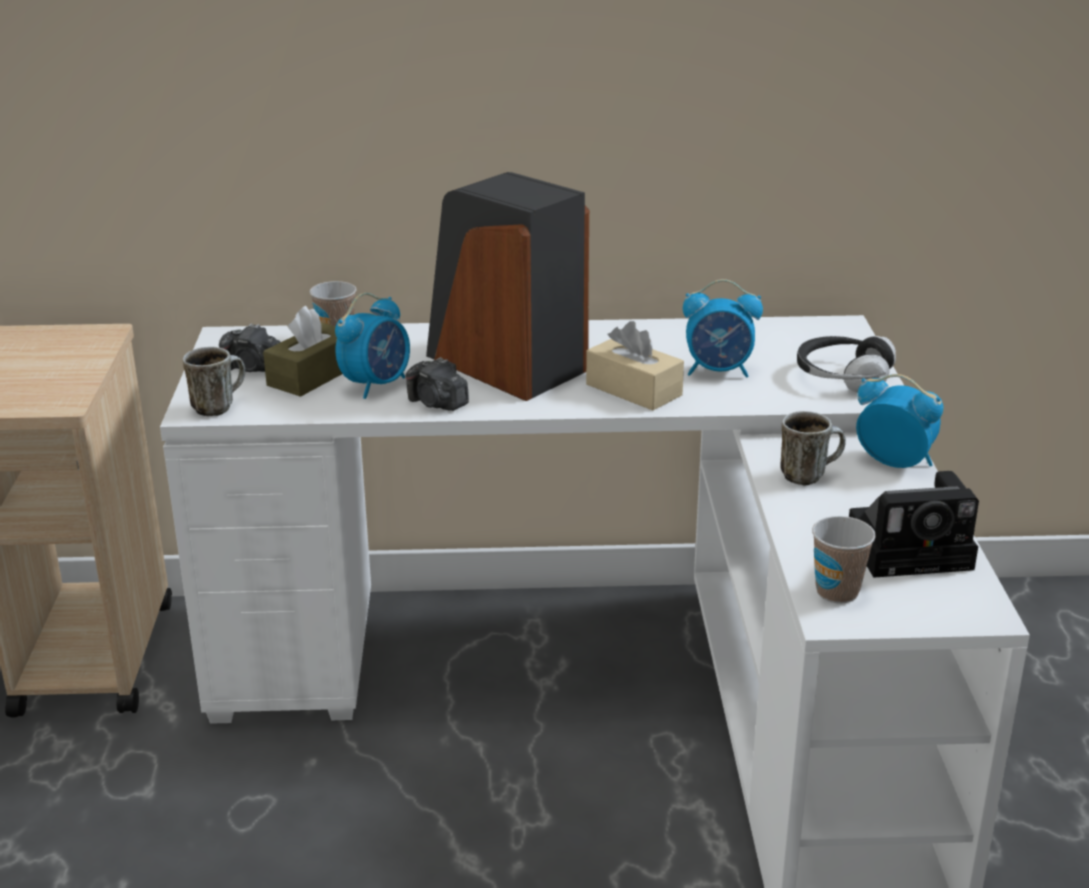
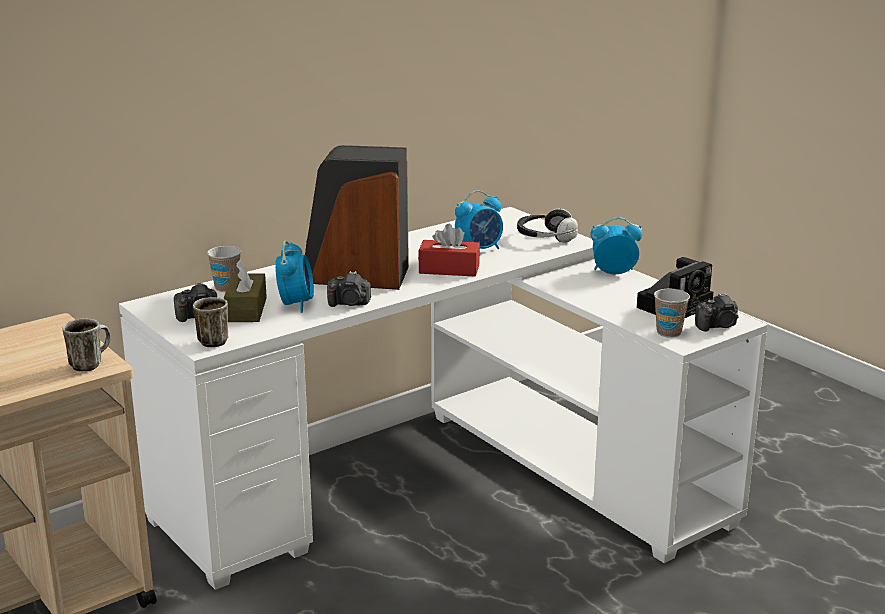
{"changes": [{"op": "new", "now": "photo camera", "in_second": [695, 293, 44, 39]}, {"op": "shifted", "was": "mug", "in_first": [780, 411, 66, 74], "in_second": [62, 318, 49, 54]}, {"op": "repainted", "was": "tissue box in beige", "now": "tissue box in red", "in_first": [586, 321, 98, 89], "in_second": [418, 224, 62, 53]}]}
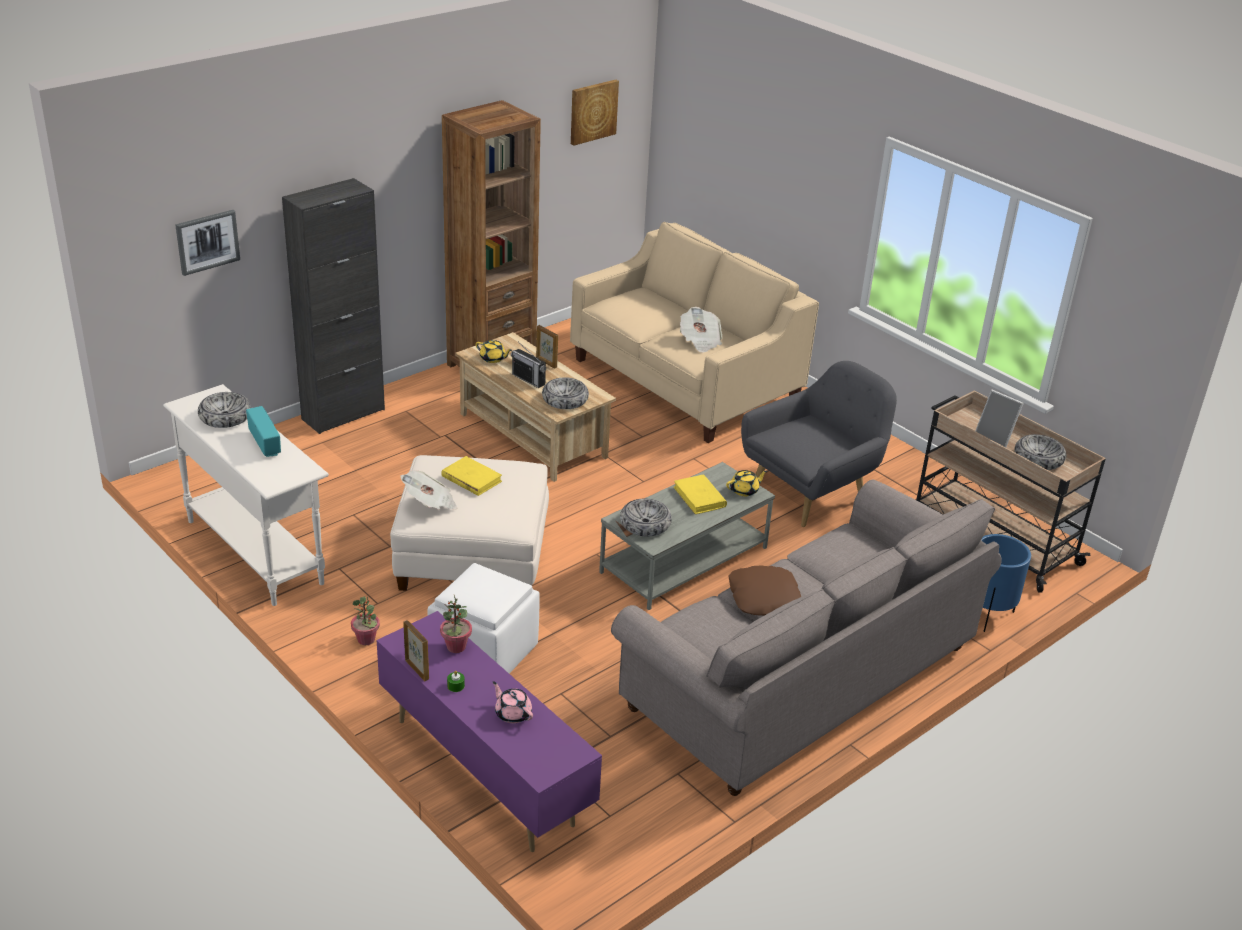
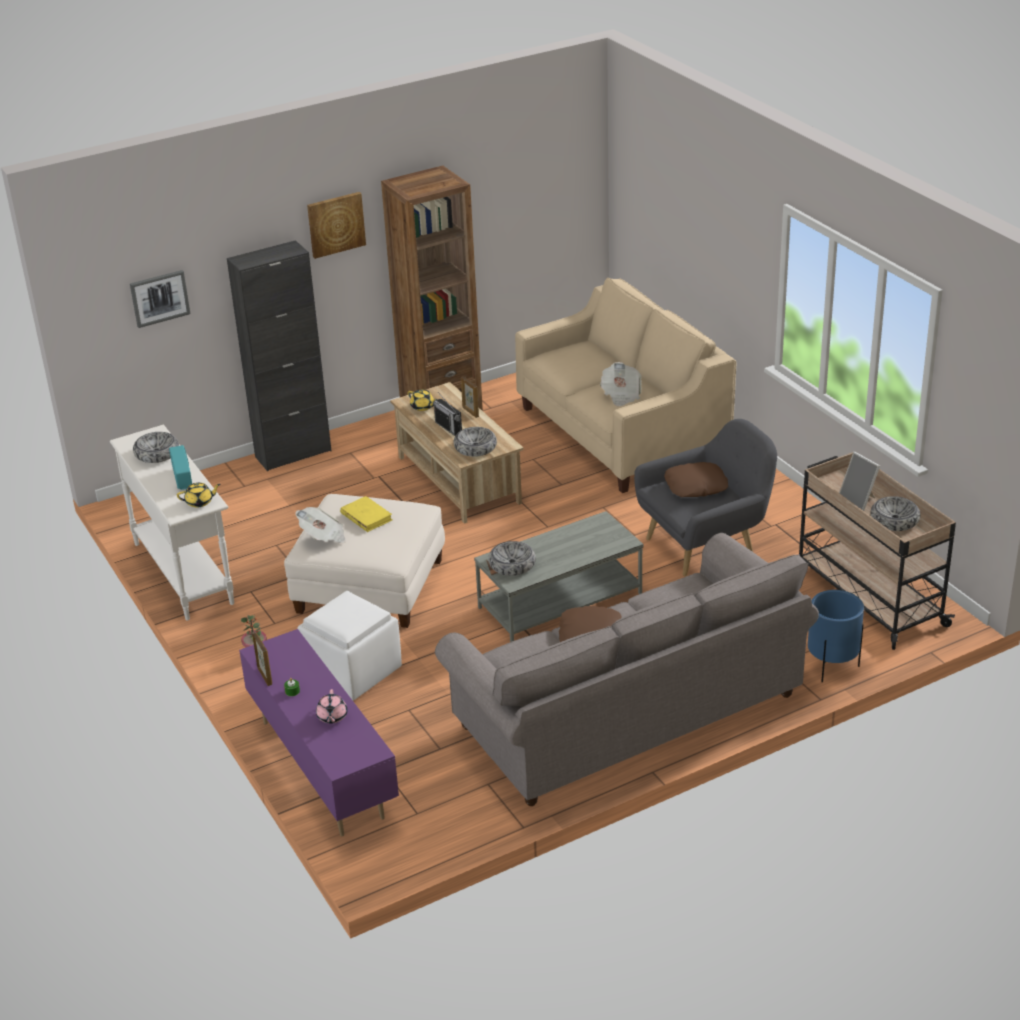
{"changes": [{"op": "gone", "was": "potted plant", "in_first": [440, 595, 32, 58]}, {"op": "gone", "was": "book in yellow", "in_first": [673, 474, 54, 40]}, {"op": "new", "now": "pillow in brown", "in_second": [664, 462, 64, 35]}, {"op": "shifted", "was": "picture", "in_first": [571, 80, 48, 66], "in_second": [307, 192, 59, 67]}, {"op": "shifted", "was": "teapot in yellow", "in_first": [726, 470, 41, 26], "in_second": [177, 483, 44, 24]}, {"op": "rotated", "was": "teapot in pink", "in_first": [493, 681, 40, 42], "in_second": [316, 689, 31, 35], "clockwise": -150}]}
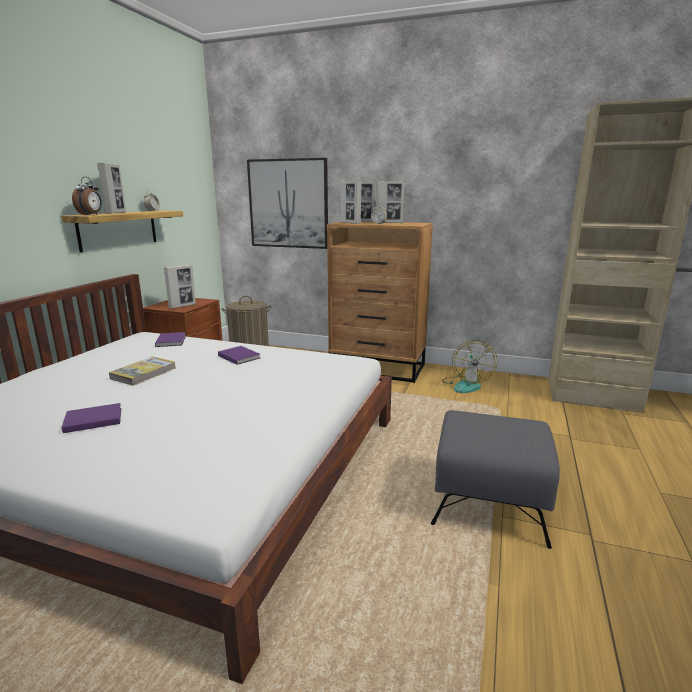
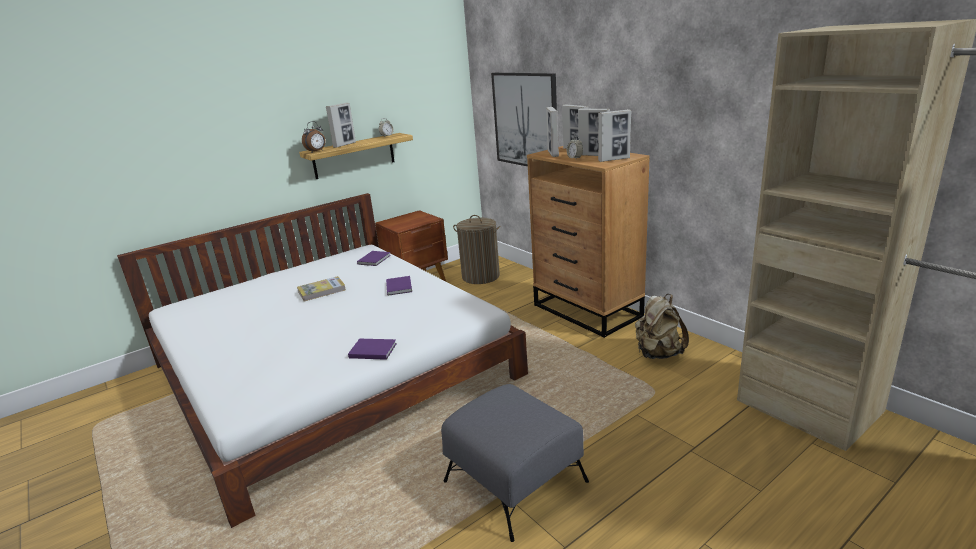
{"changes": [{"op": "shifted", "was": "book in purple", "in_first": [61, 403, 60, 30], "in_second": [348, 339, 49, 21]}, {"op": "shifted", "was": "picture frame", "in_first": [164, 265, 32, 44], "in_second": [598, 109, 33, 53]}, {"op": "swapped", "was": "fan", "now": "backpack in beige", "in_first": [442, 340, 56, 53], "in_second": [635, 294, 54, 65]}]}
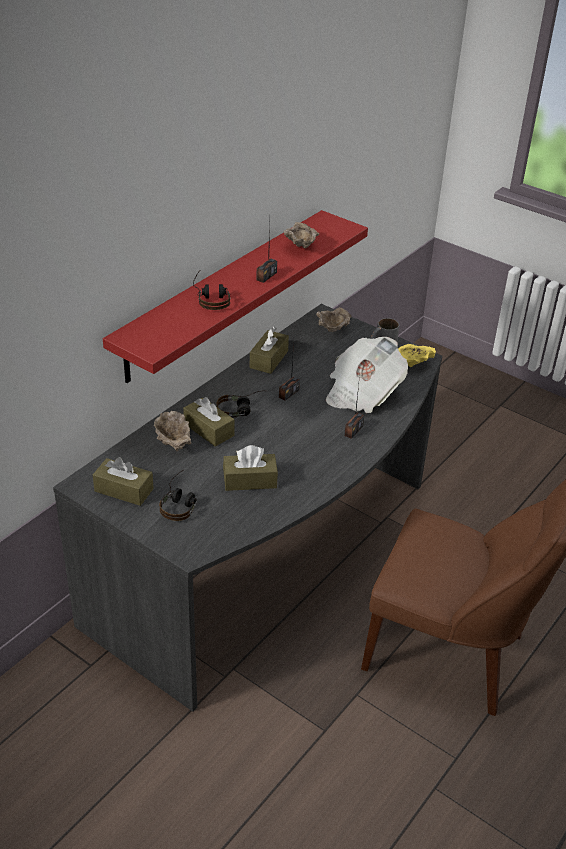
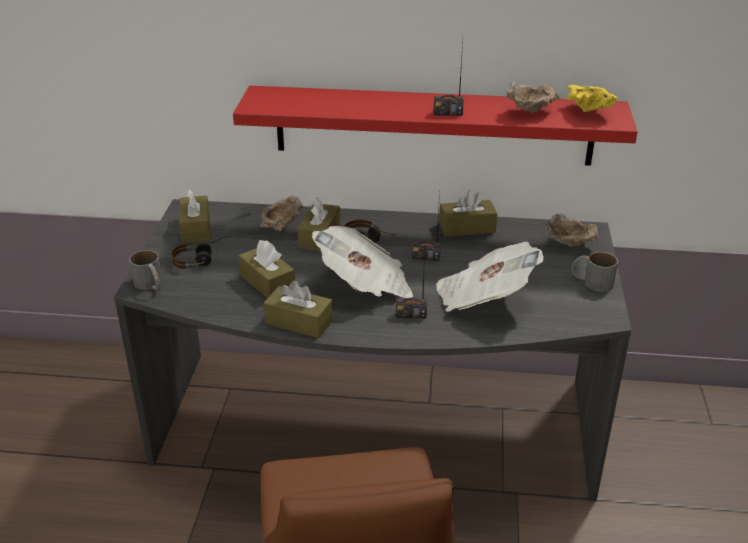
{"changes": [{"op": "gone", "was": "headphones", "in_first": [193, 271, 38, 39]}, {"op": "new", "now": "mug in grey", "in_second": [129, 250, 34, 41]}, {"op": "new", "now": "tissue box in brown", "in_second": [264, 281, 69, 57]}, {"op": "new", "now": "newspaper", "in_second": [312, 226, 101, 72]}, {"op": "shifted", "was": "bowl in yellow", "in_first": [398, 344, 38, 23], "in_second": [566, 85, 52, 27]}]}
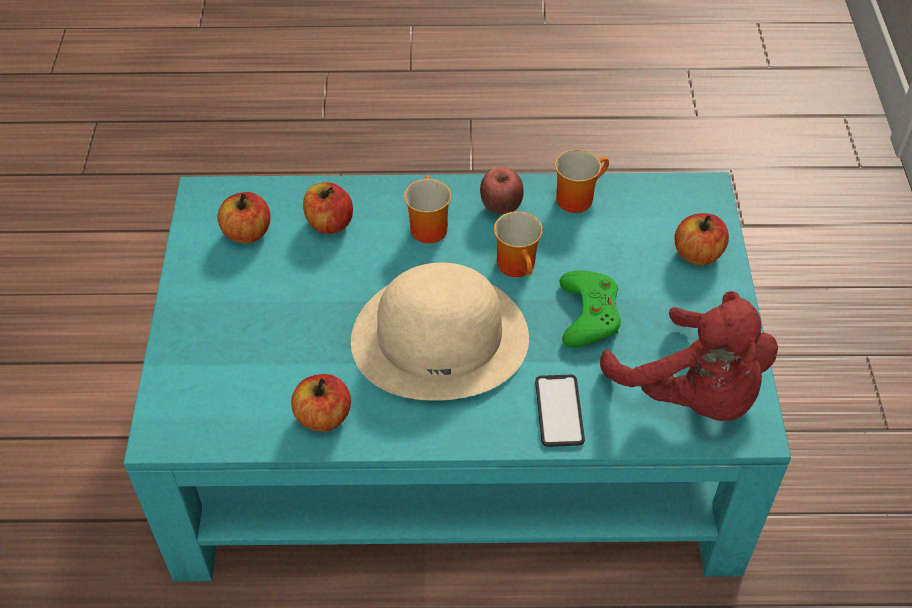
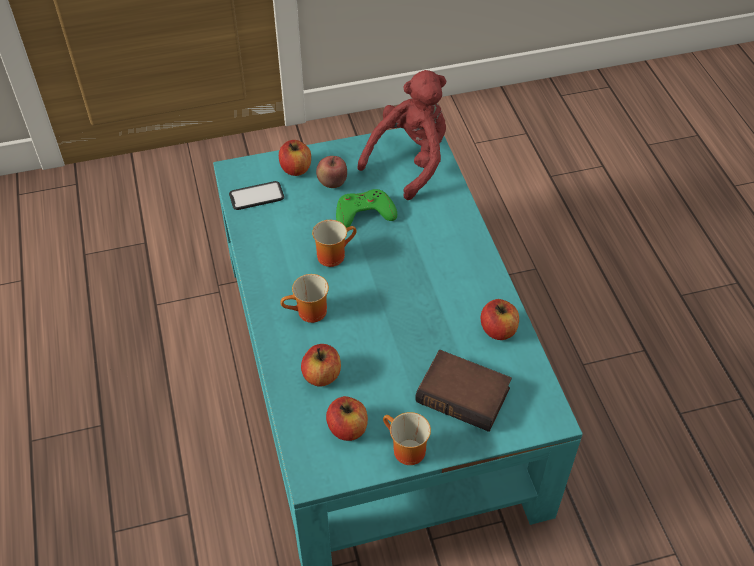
{"changes": [{"op": "gone", "was": "hat in beige", "in_first": [351, 263, 178, 138]}, {"op": "new", "now": "book", "in_second": [415, 350, 97, 82]}, {"op": "shifted", "was": "apple", "in_first": [480, 167, 44, 47], "in_second": [316, 156, 31, 32]}, {"op": "shifted", "was": "phone", "in_first": [535, 375, 50, 72], "in_second": [229, 181, 55, 29]}, {"op": "shifted", "was": "mug", "in_first": [555, 149, 54, 64], "in_second": [383, 412, 48, 53]}]}
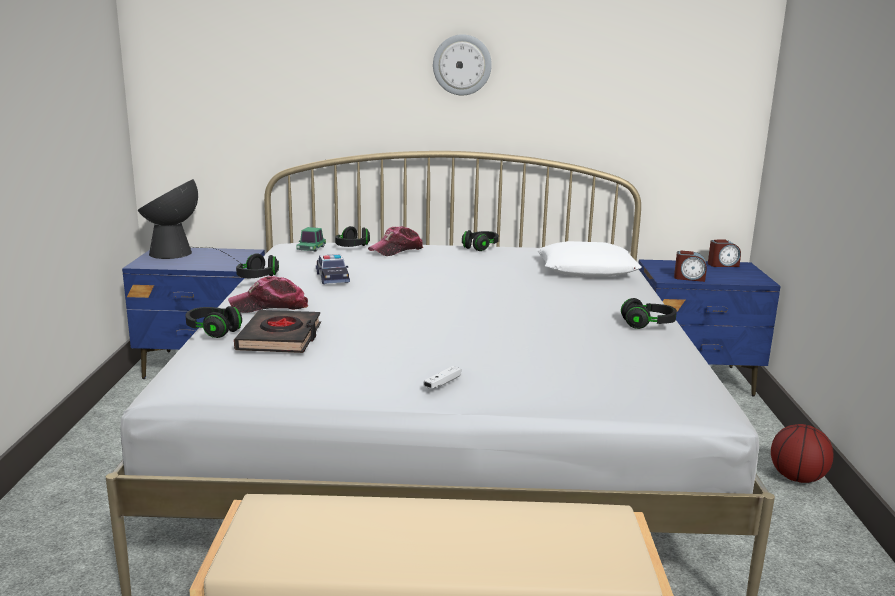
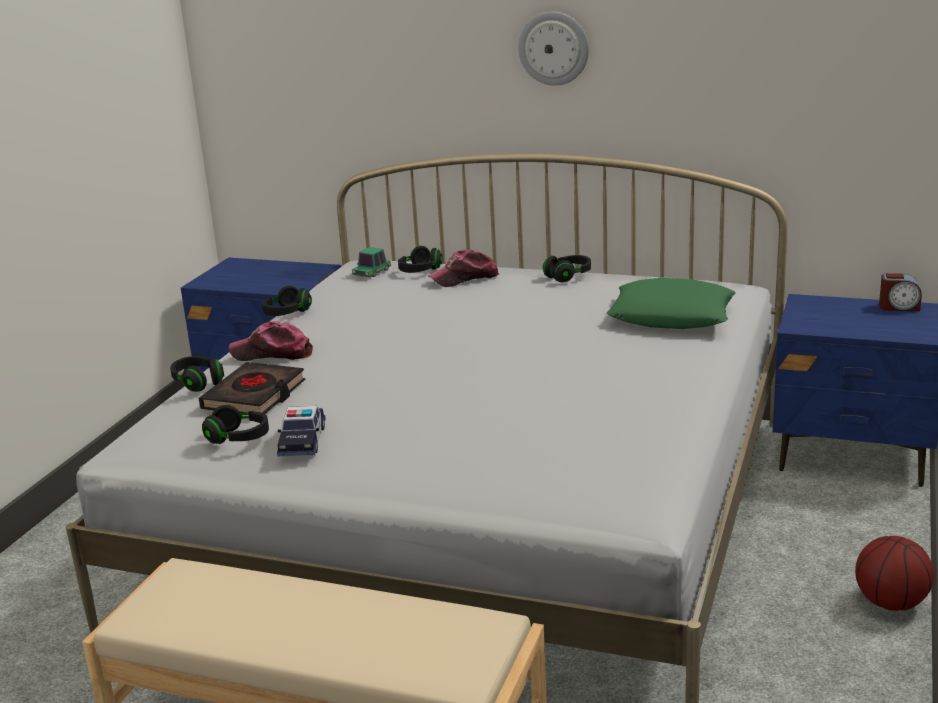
{"changes": [{"op": "gone", "was": "table lamp", "in_first": [137, 179, 103, 84]}, {"op": "gone", "was": "game controller in white", "in_first": [423, 366, 38, 23]}, {"op": "gone", "was": "alarm clock", "in_first": [674, 251, 33, 31]}, {"op": "shifted", "was": "toy car", "in_first": [316, 254, 34, 30], "in_second": [277, 406, 49, 50]}, {"op": "shifted", "was": "headphones in black", "in_first": [621, 298, 56, 31], "in_second": [202, 405, 67, 39]}, {"op": "repainted", "was": "pillow in white", "now": "pillow in green", "in_first": [537, 241, 105, 36], "in_second": [607, 278, 129, 51]}]}
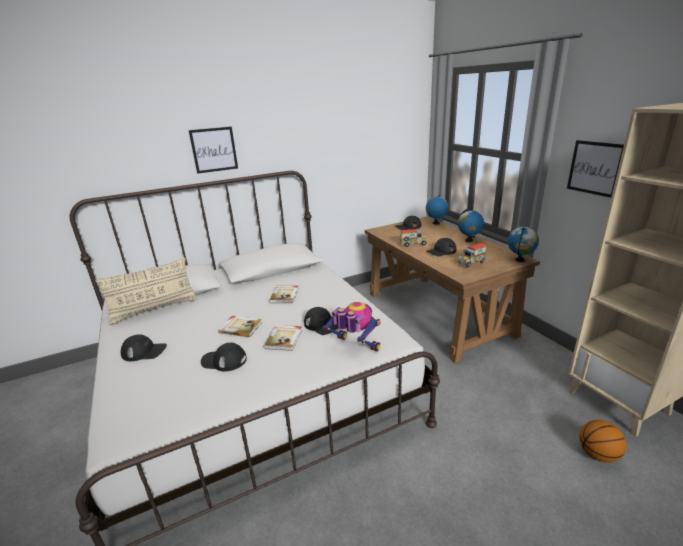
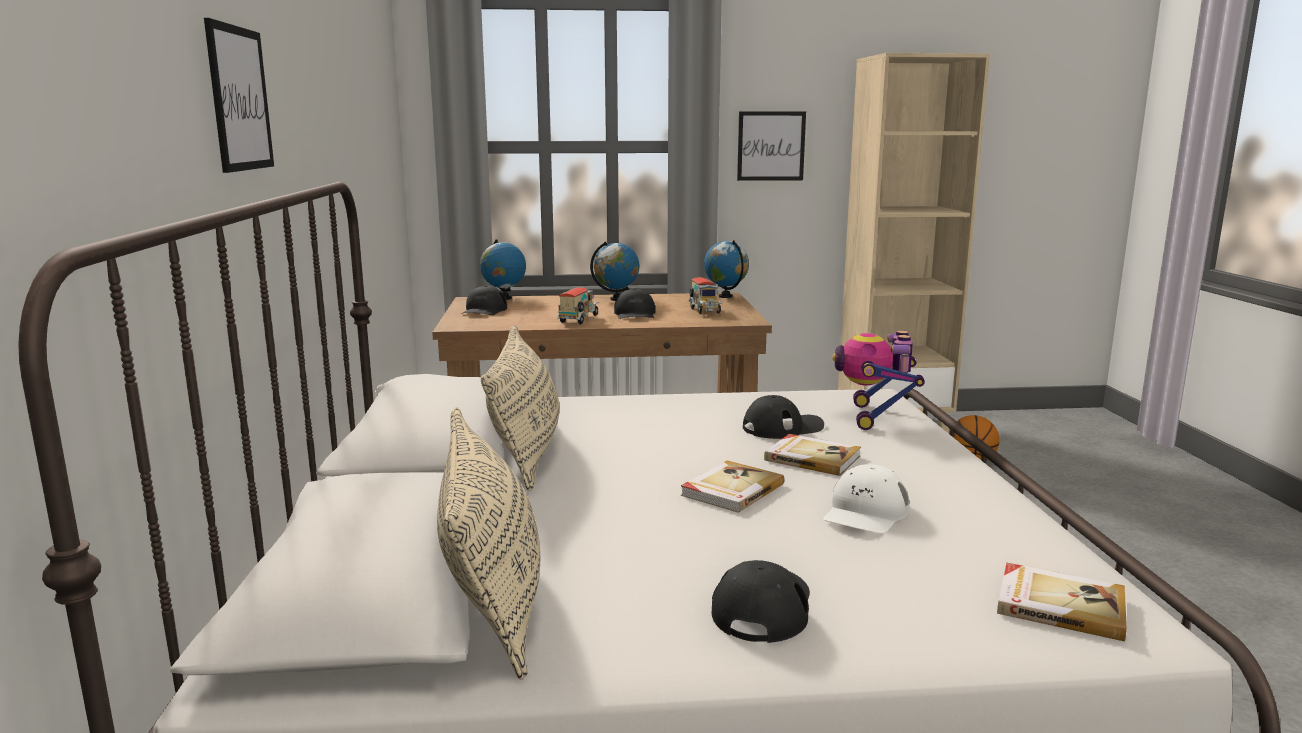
{"changes": [{"op": "new", "now": "pillow in beige", "in_second": [481, 325, 79, 166]}, {"op": "shifted", "was": "book", "in_first": [269, 286, 30, 17], "in_second": [997, 563, 130, 78]}, {"op": "repainted", "was": "cap in black", "now": "cap in white", "in_first": [201, 342, 46, 29], "in_second": [823, 464, 86, 69]}, {"op": "rotated", "was": "toy robot", "in_first": [323, 302, 58, 49], "in_second": [832, 330, 93, 100], "clockwise": -45}]}
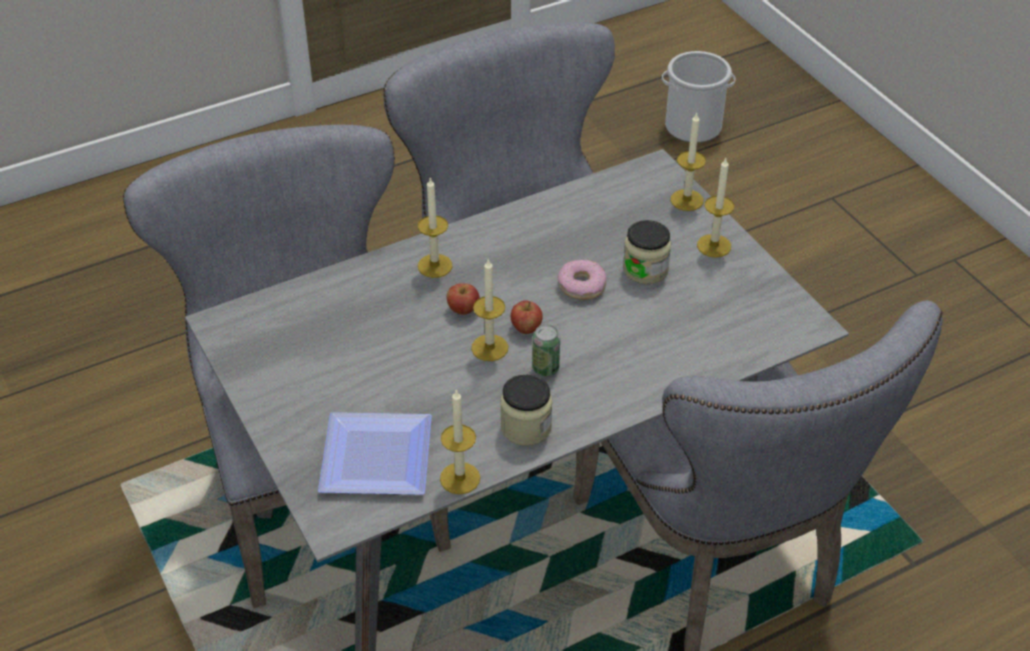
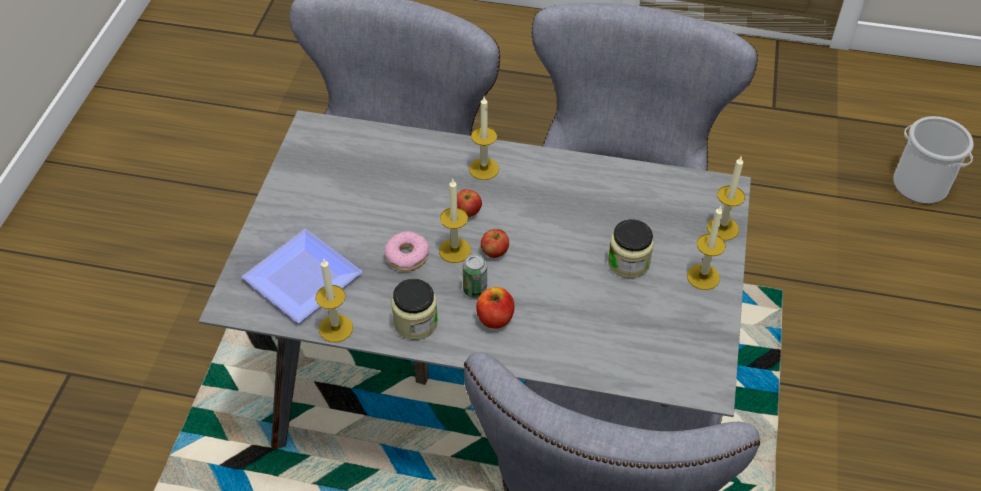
{"changes": [{"op": "new", "now": "apple", "in_second": [476, 287, 38, 42]}, {"op": "shifted", "was": "donut", "in_first": [558, 260, 48, 40], "in_second": [384, 231, 45, 40]}]}
